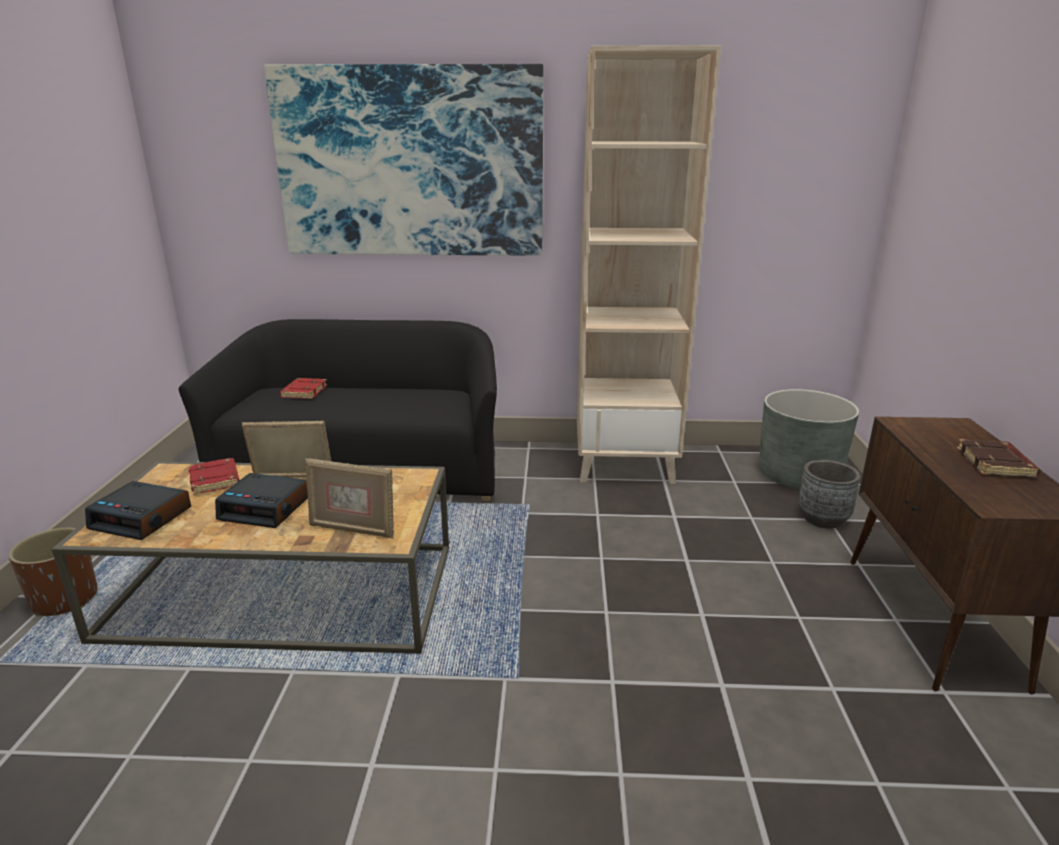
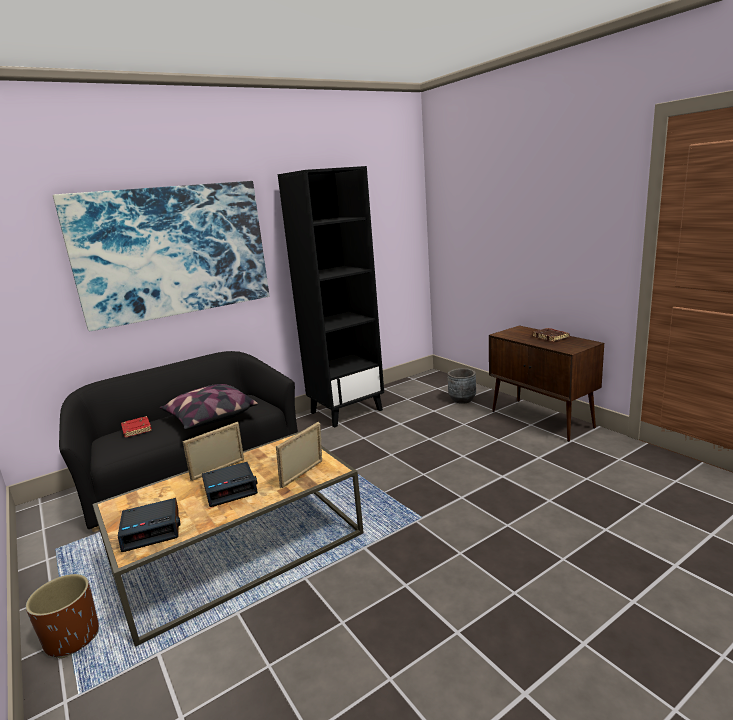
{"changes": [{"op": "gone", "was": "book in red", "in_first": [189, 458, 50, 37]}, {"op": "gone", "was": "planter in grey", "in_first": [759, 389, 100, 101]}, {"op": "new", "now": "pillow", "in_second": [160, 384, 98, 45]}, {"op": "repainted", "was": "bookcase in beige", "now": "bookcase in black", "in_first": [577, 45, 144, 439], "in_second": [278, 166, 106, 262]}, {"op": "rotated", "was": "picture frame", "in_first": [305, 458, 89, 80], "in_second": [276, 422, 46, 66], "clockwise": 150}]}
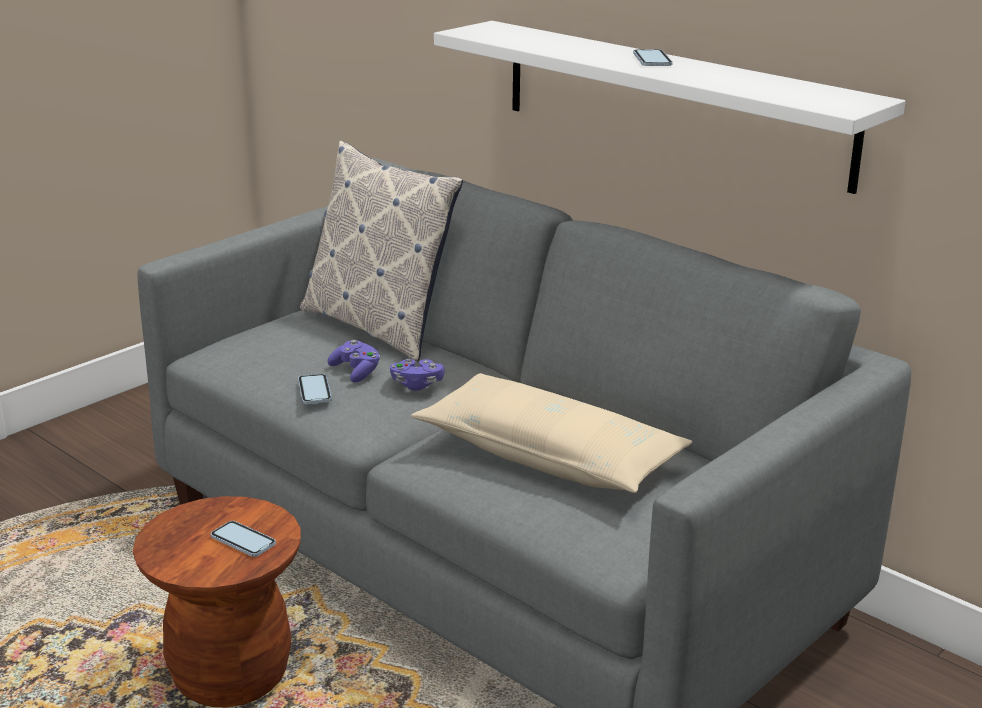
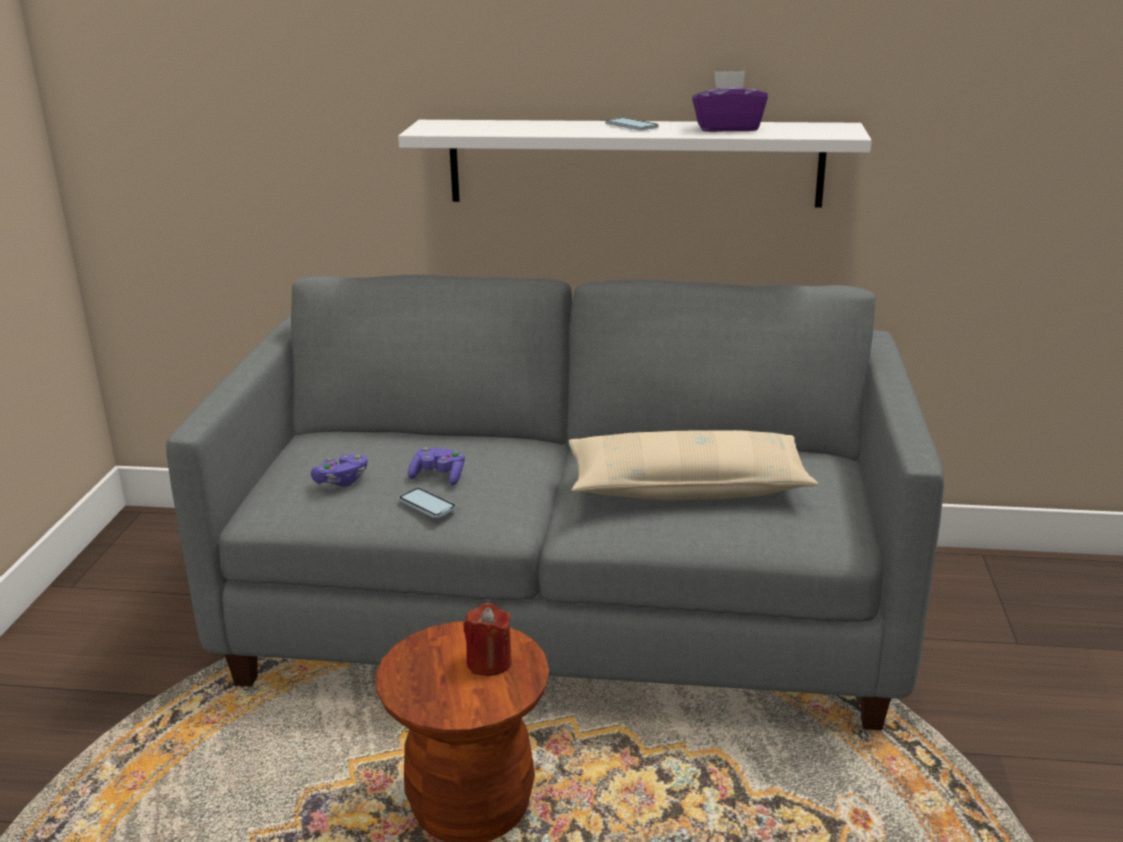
{"changes": [{"op": "gone", "was": "pillow", "in_first": [300, 140, 163, 223]}, {"op": "new", "now": "tissue box in purple", "in_second": [692, 71, 76, 61]}, {"op": "shifted", "was": "game controller in purple", "in_first": [390, 359, 55, 32], "in_second": [311, 454, 56, 33]}, {"op": "swapped", "was": "phone", "now": "candle in red", "in_first": [211, 521, 65, 36], "in_second": [463, 603, 49, 73]}]}
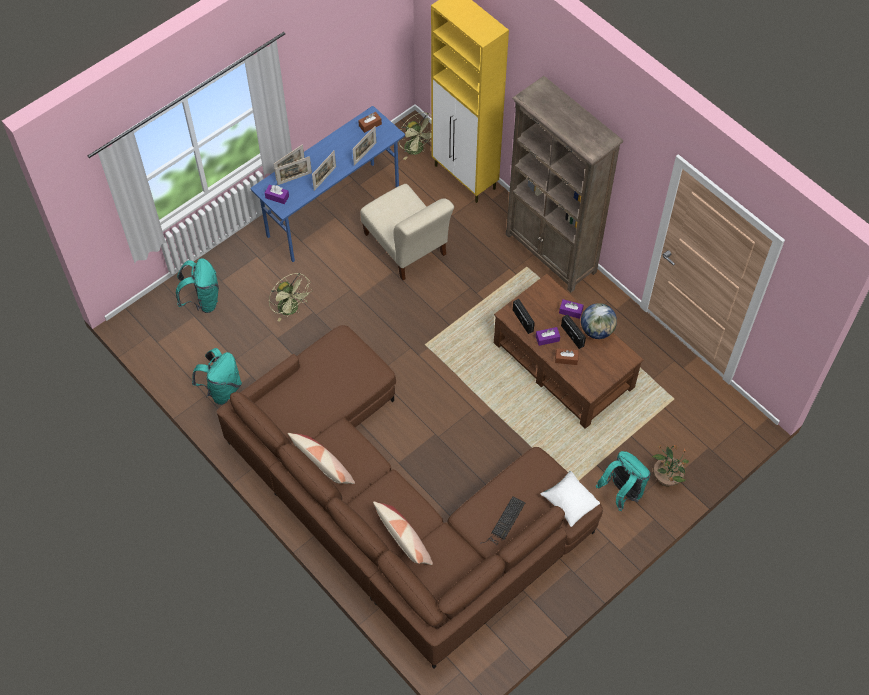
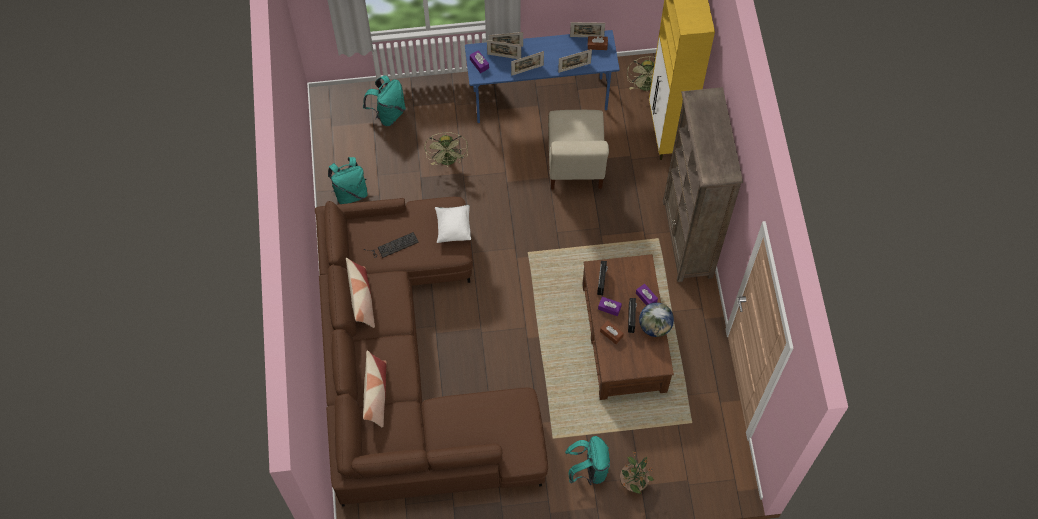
{"changes": [{"op": "new", "now": "picture frame", "in_second": [570, 22, 35, 15]}, {"op": "shifted", "was": "keyboard", "in_first": [484, 496, 41, 49], "in_second": [364, 232, 55, 26]}, {"op": "shifted", "was": "pillow in white", "in_first": [540, 471, 60, 56], "in_second": [435, 205, 36, 38]}]}
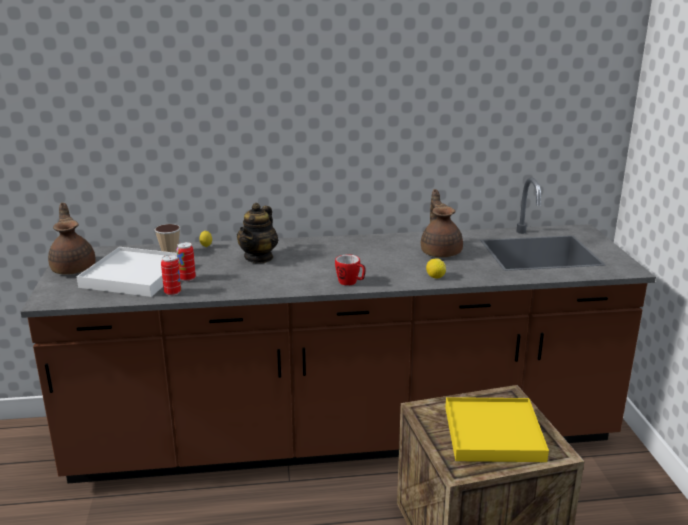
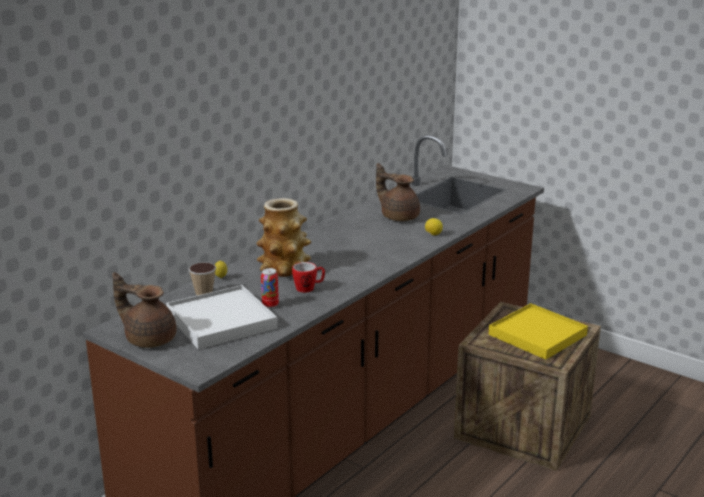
{"changes": [{"op": "gone", "was": "can", "in_first": [161, 255, 20, 41]}, {"op": "shifted", "was": "mug", "in_first": [335, 254, 31, 32], "in_second": [292, 262, 33, 31]}, {"op": "swapped", "was": "teapot", "now": "vase", "in_first": [237, 203, 41, 60], "in_second": [256, 198, 55, 79]}]}
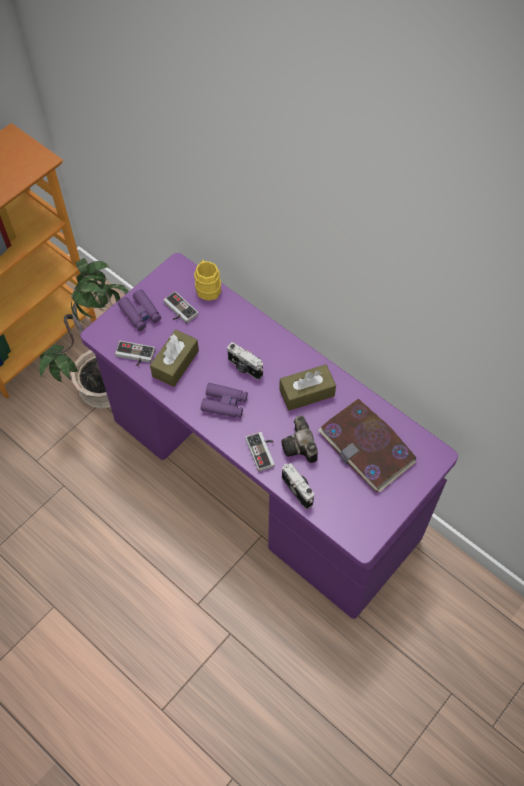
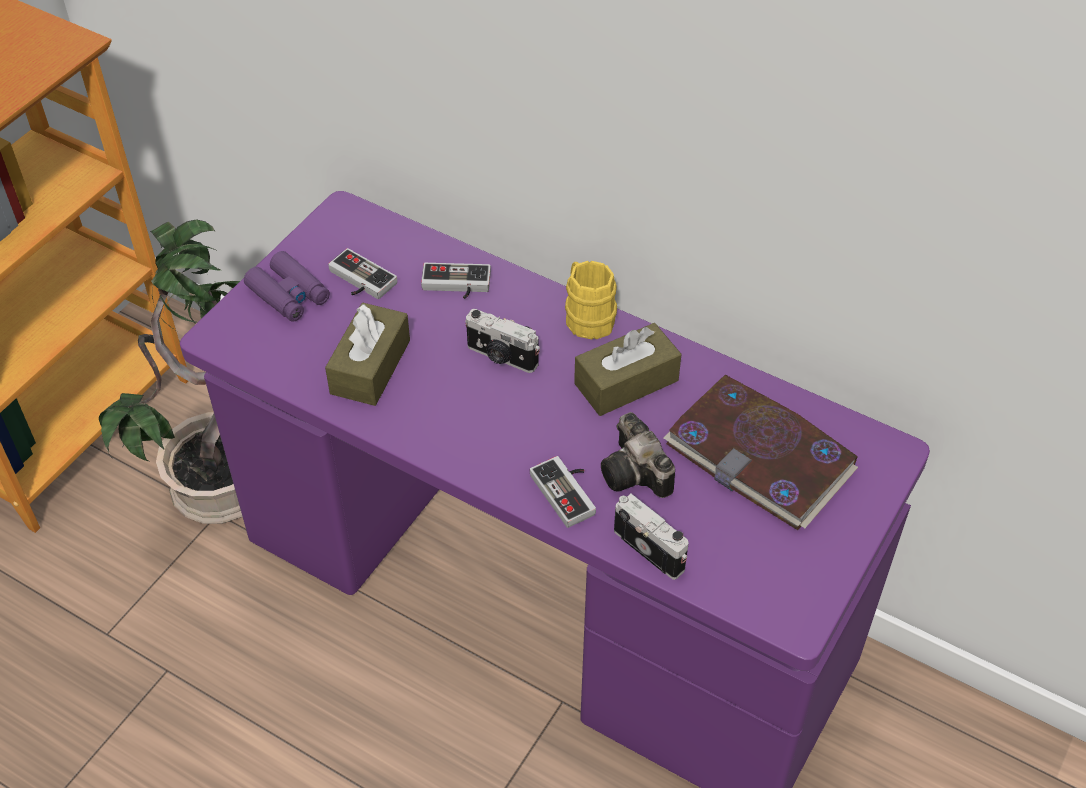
{"changes": [{"op": "gone", "was": "binoculars in purple", "in_first": [201, 383, 47, 35]}, {"op": "shifted", "was": "game controller", "in_first": [115, 341, 40, 25], "in_second": [421, 263, 70, 36]}, {"op": "shifted", "was": "mug in yellow", "in_first": [194, 260, 27, 41], "in_second": [565, 261, 52, 79]}]}
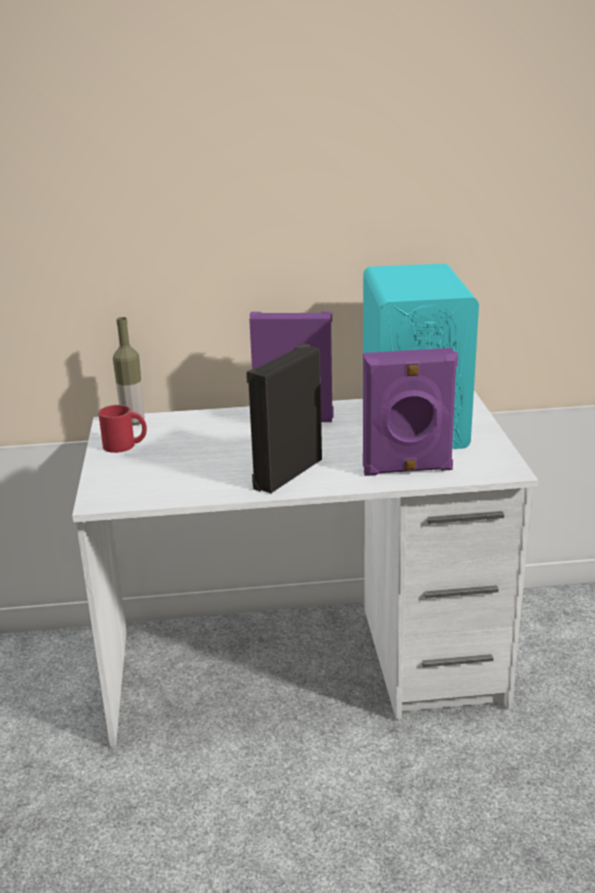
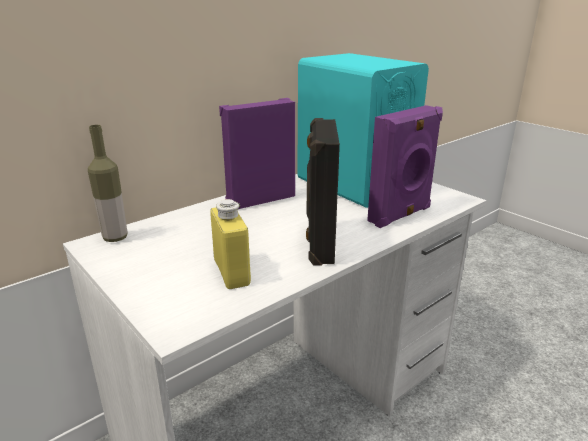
{"changes": [{"op": "gone", "was": "mug in red", "in_first": [98, 405, 49, 48]}, {"op": "new", "now": "bottle in yellow", "in_second": [210, 199, 41, 90]}]}
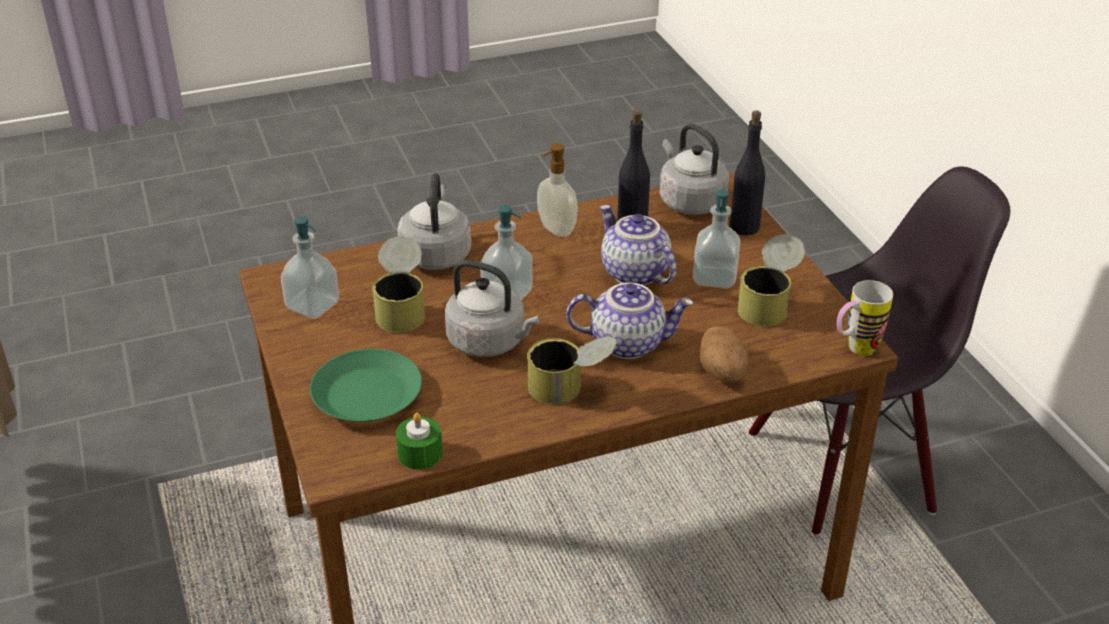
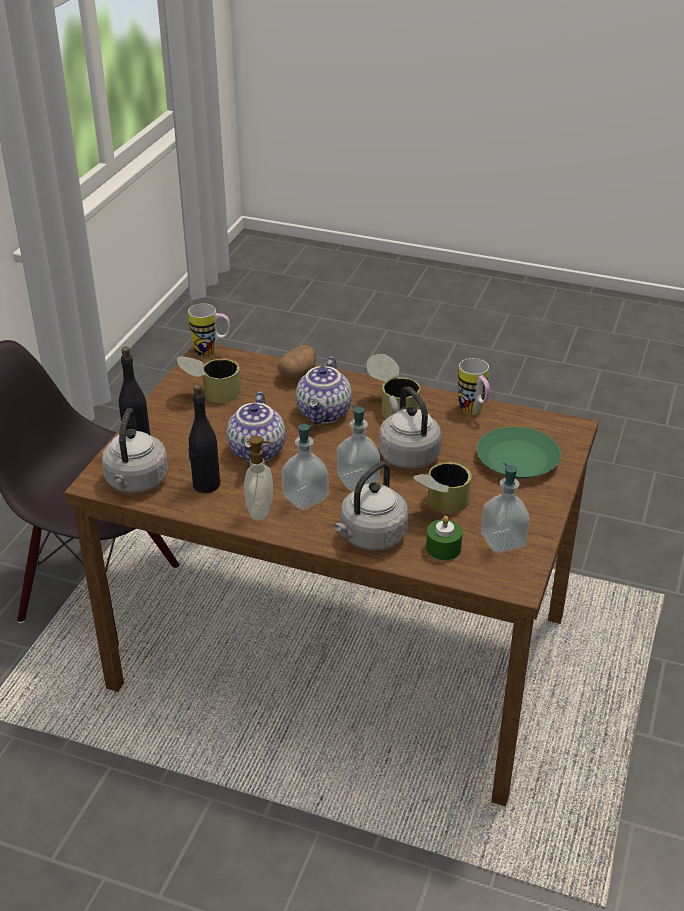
{"changes": [{"op": "new", "now": "mug", "in_second": [458, 358, 32, 57]}, {"op": "shifted", "was": "candle in green", "in_first": [396, 413, 47, 56], "in_second": [426, 516, 37, 44]}, {"op": "shifted", "was": "soap dispenser", "in_first": [693, 189, 47, 99], "in_second": [282, 424, 47, 86]}, {"op": "rotated", "was": "teapot", "in_first": [566, 282, 128, 77], "in_second": [296, 356, 56, 68], "clockwise": -120}]}
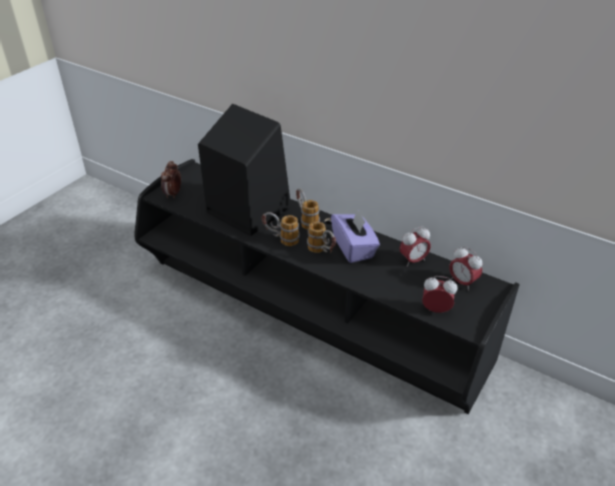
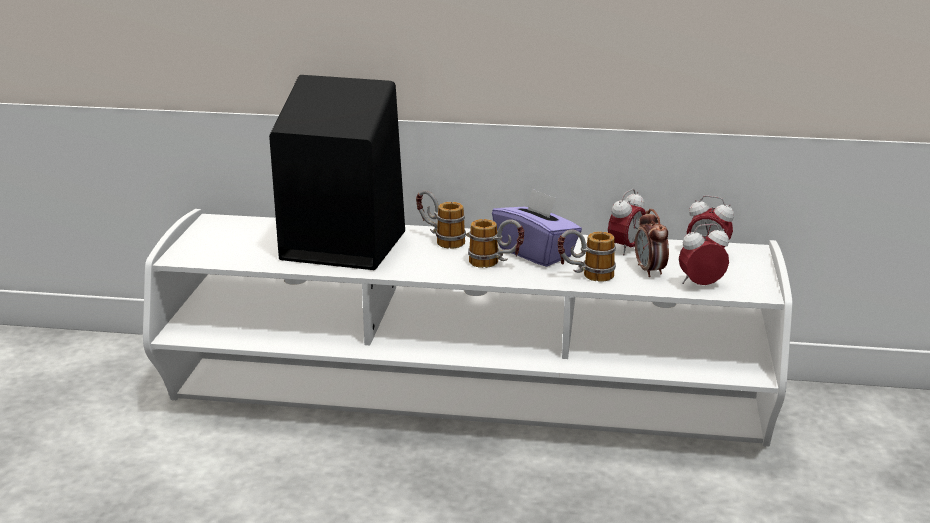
{"changes": [{"op": "shifted", "was": "alarm clock", "in_first": [161, 161, 20, 37], "in_second": [635, 209, 34, 68]}, {"op": "shifted", "was": "mug", "in_first": [262, 212, 38, 34], "in_second": [557, 230, 59, 52]}, {"op": "repainted", "was": "tv stand in black", "now": "tv stand in white", "in_first": [134, 159, 386, 255], "in_second": [143, 209, 649, 237]}]}
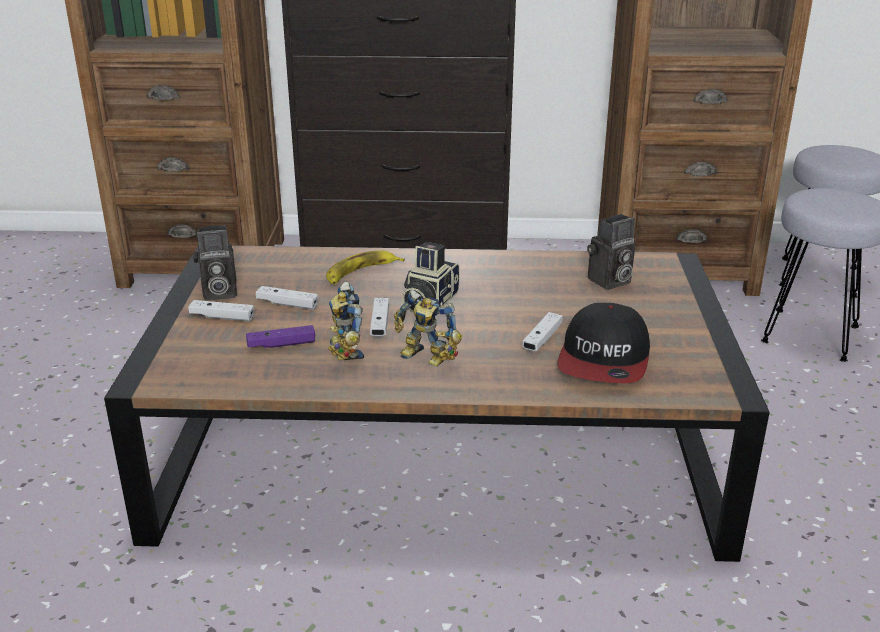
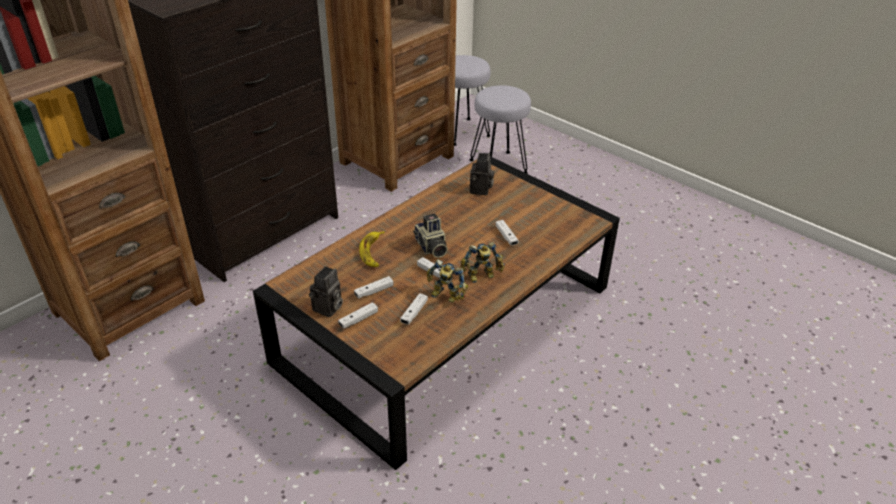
{"changes": [{"op": "gone", "was": "cap", "in_first": [557, 303, 93, 80]}, {"op": "repainted", "was": "game controller in purple", "now": "game controller in white", "in_first": [246, 325, 69, 24], "in_second": [400, 293, 28, 32]}]}
